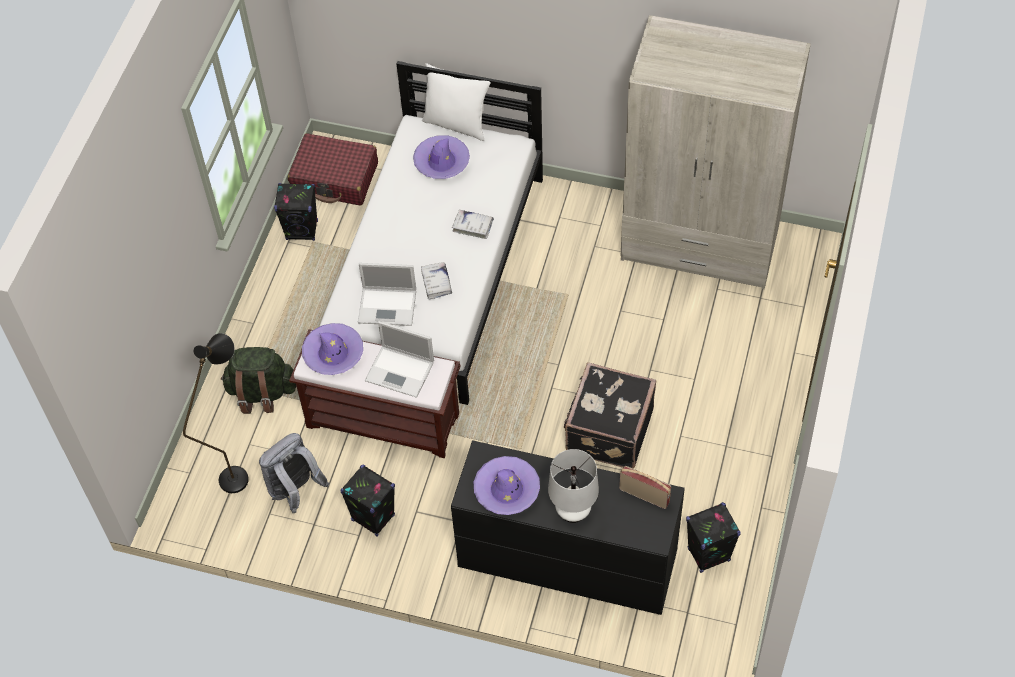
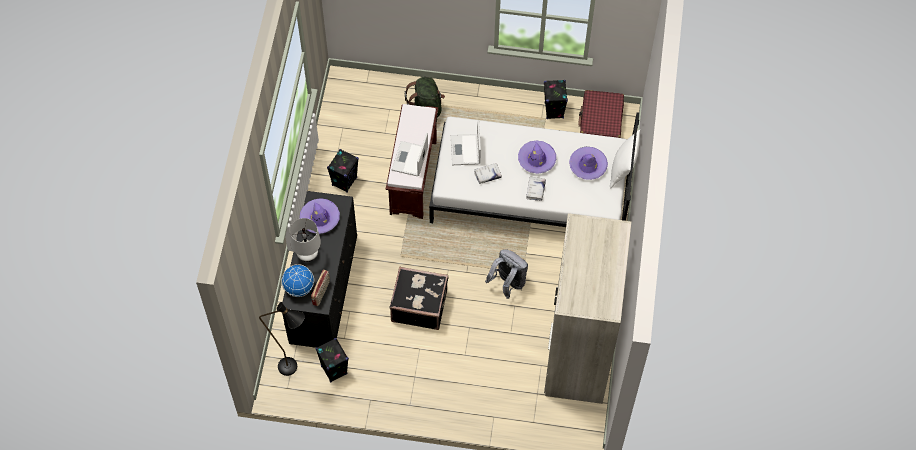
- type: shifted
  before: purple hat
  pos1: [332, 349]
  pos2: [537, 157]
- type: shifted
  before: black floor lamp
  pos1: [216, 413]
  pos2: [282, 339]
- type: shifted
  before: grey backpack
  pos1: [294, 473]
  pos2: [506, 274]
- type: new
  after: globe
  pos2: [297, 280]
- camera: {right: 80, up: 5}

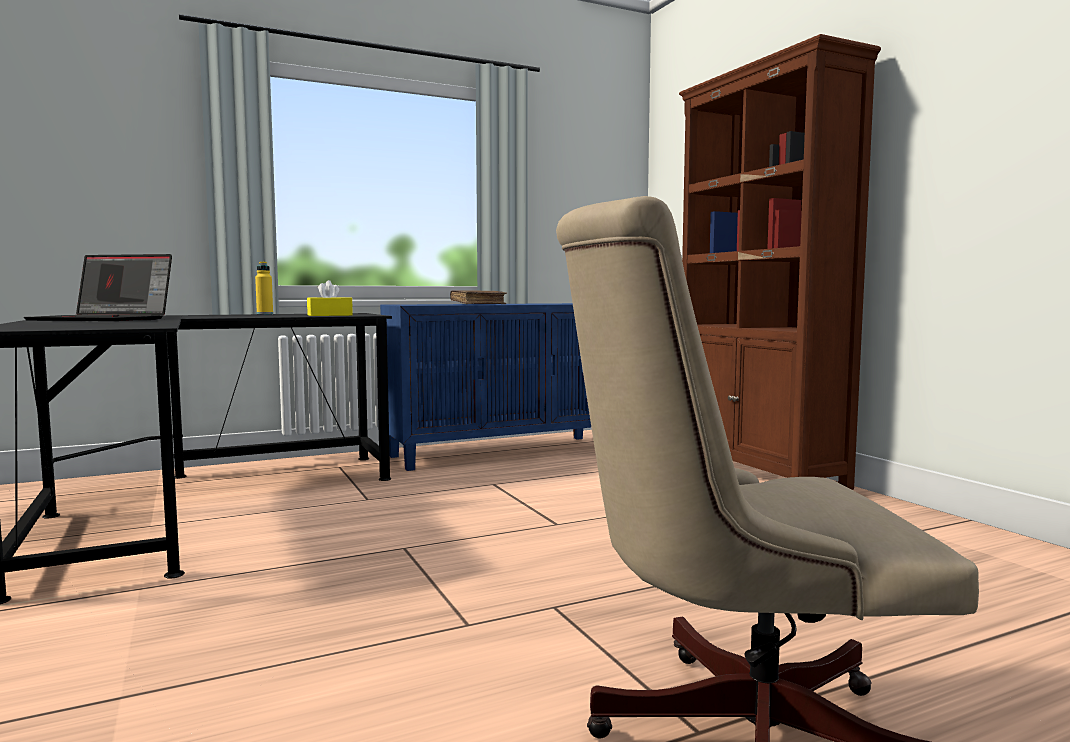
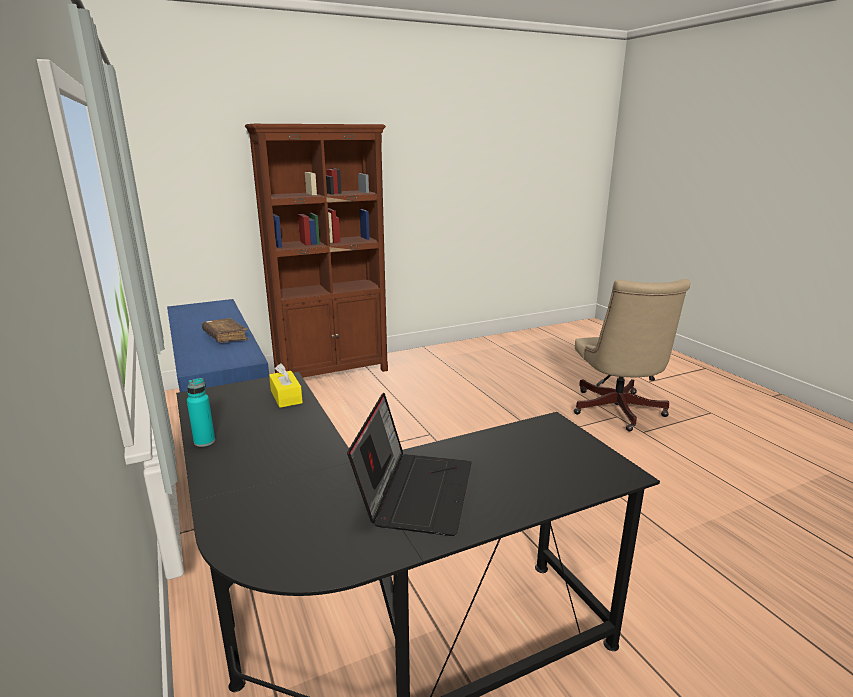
- type: repainted
  before: yellow bottle
  after: turquoise bottle
  pos1: [264, 287]
  pos2: [201, 412]
- camera: {right: -90, up: 15}

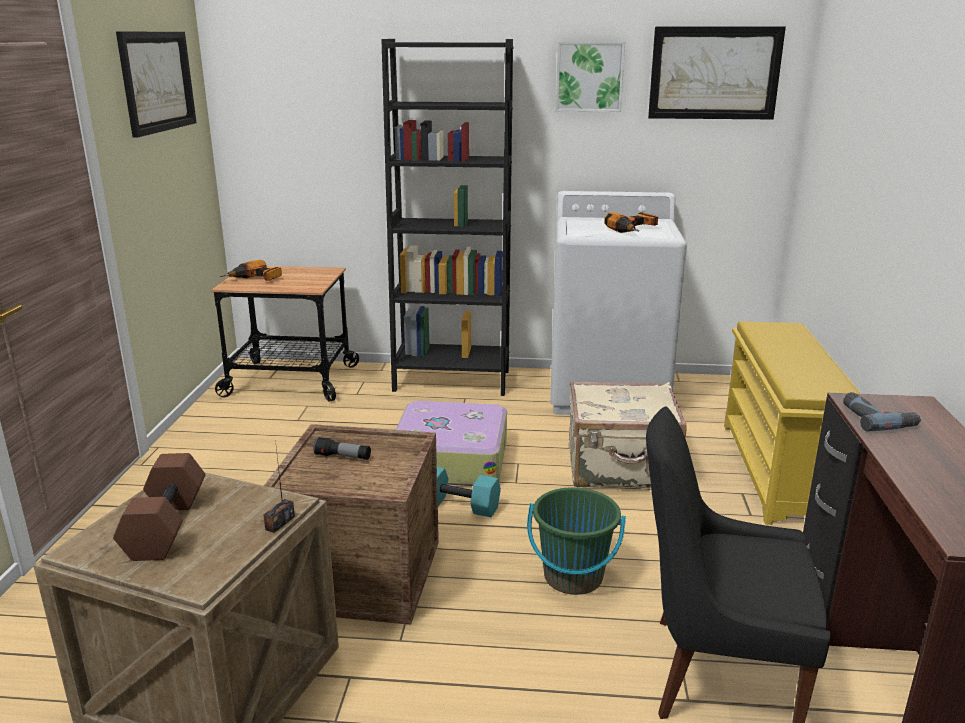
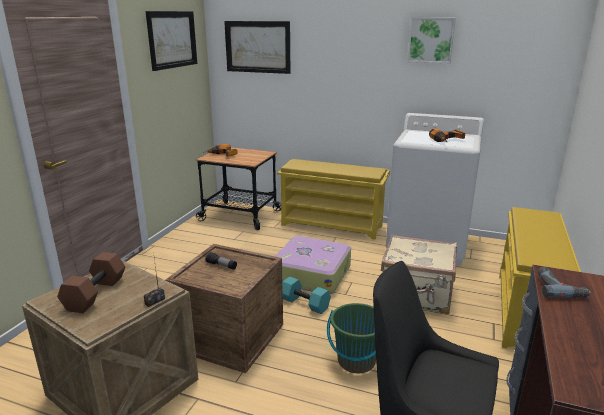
- type: shifted
  before: picture
  pos1: [717, 73]
  pos2: [257, 47]
- type: swapped
  before: black bookcase
  after: yellow shoe rack
  pos1: [448, 217]
  pos2: [333, 199]
- camera: {right: 15, up: 0}

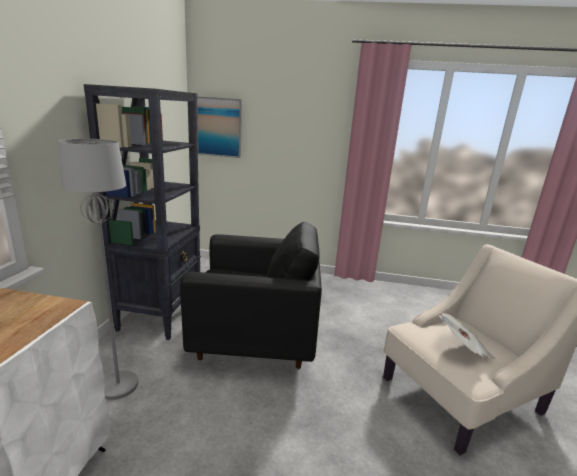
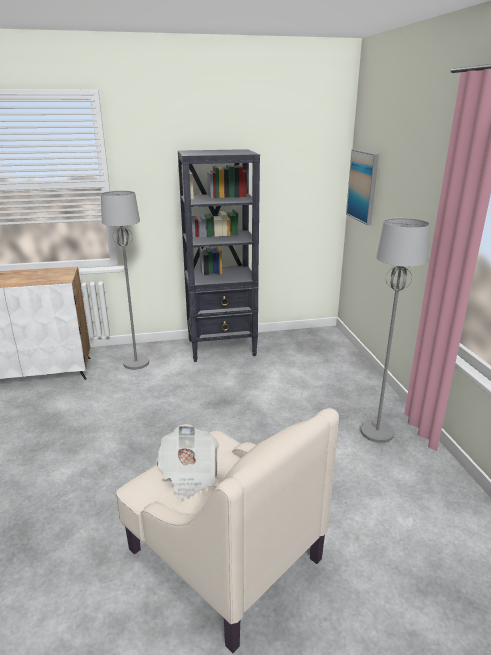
- type: gone
  before: black armchair
  pos1: [251, 295]
- type: new
  after: grey floor lamp
  pos2: [395, 330]
- camera: {right: 70, up: 5}

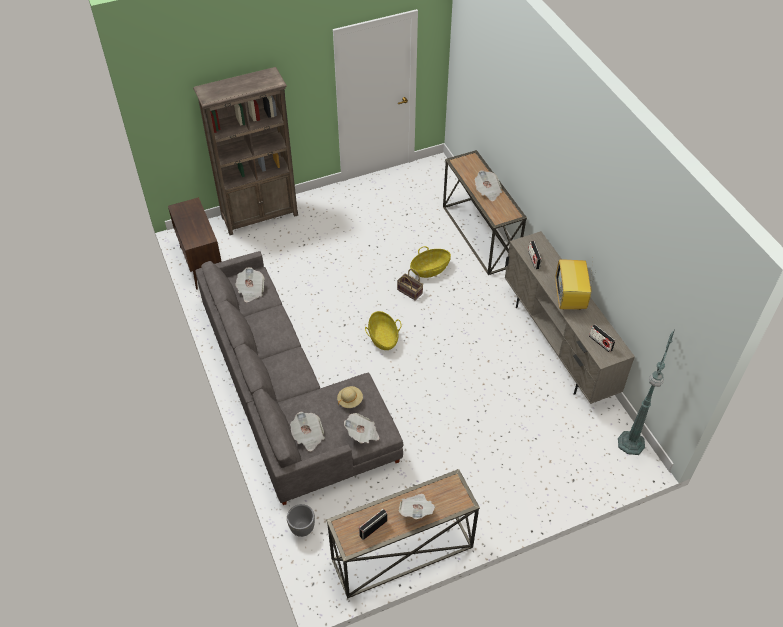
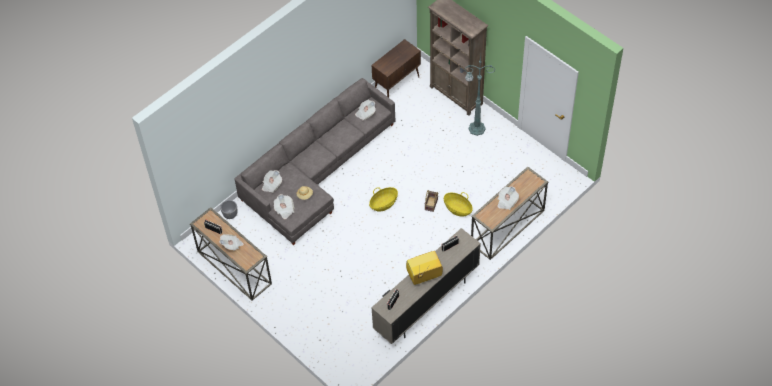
- type: shifted
  before: green floor lamp
  pos1: [646, 392]
  pos2: [480, 95]
- camera: {right: 70, up: 5}

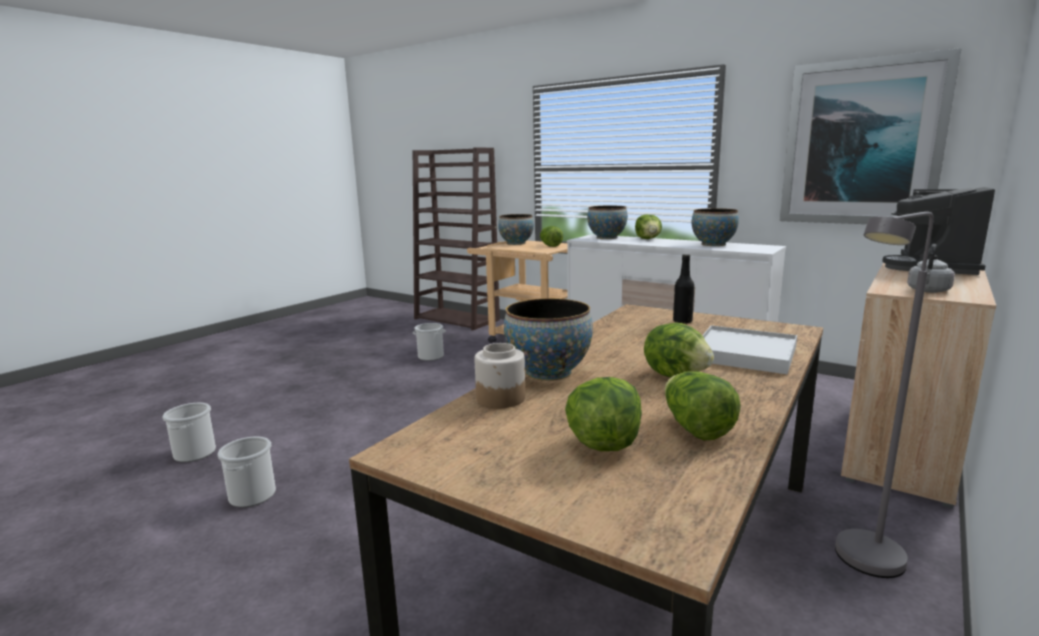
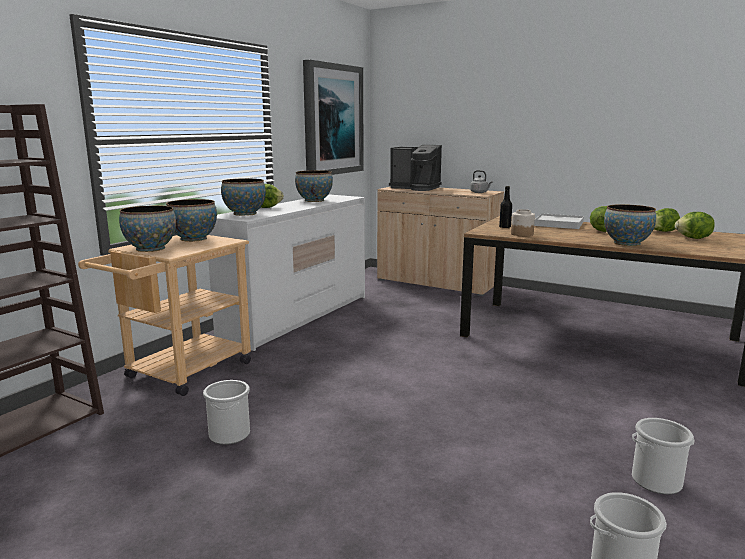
- type: gone
  before: grey floor lamp
  pos1: [884, 395]
- type: swapped
  before: lettuce
  after: bowl
  pos1: [551, 236]
  pos2: [191, 220]
- type: shifted
  before: jar
  pos1: [499, 375]
  pos2: [523, 222]
- camera: {right: -95, up: 0}

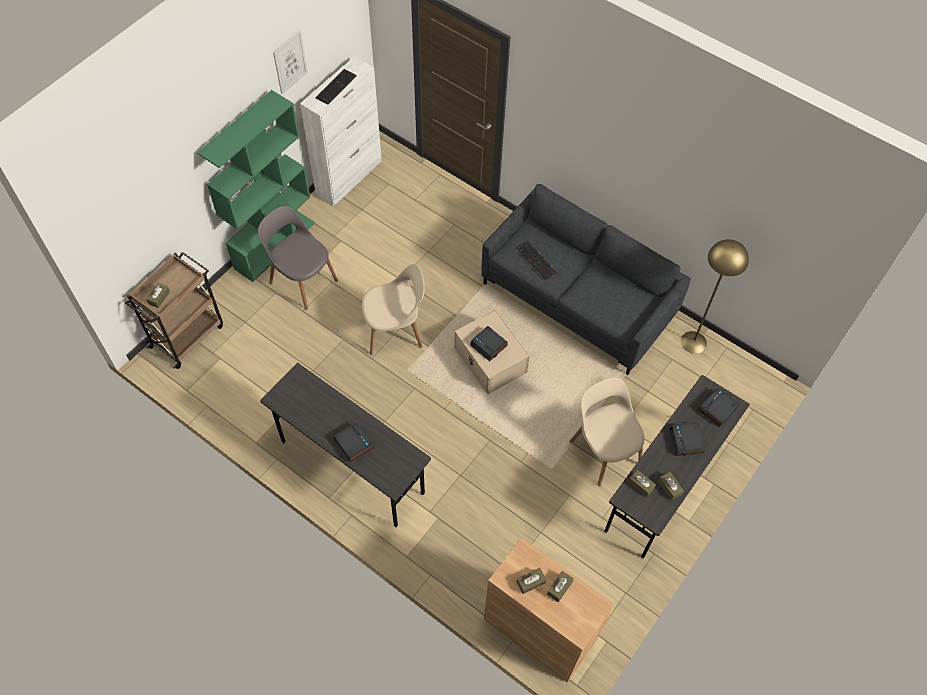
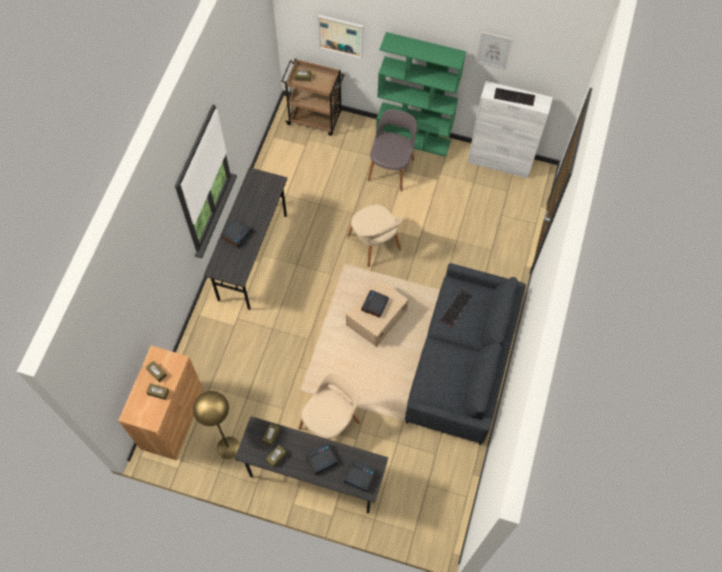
- type: shifted
  before: yellow floor lamp
  pos1: [715, 296]
  pos2: [216, 425]
- type: new
  after: picture
  pos2: [340, 37]
- camera: {right: 70, up: 5}

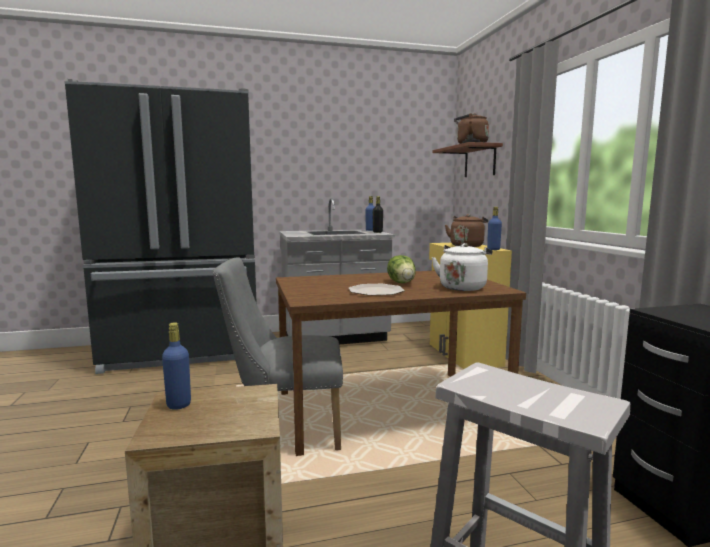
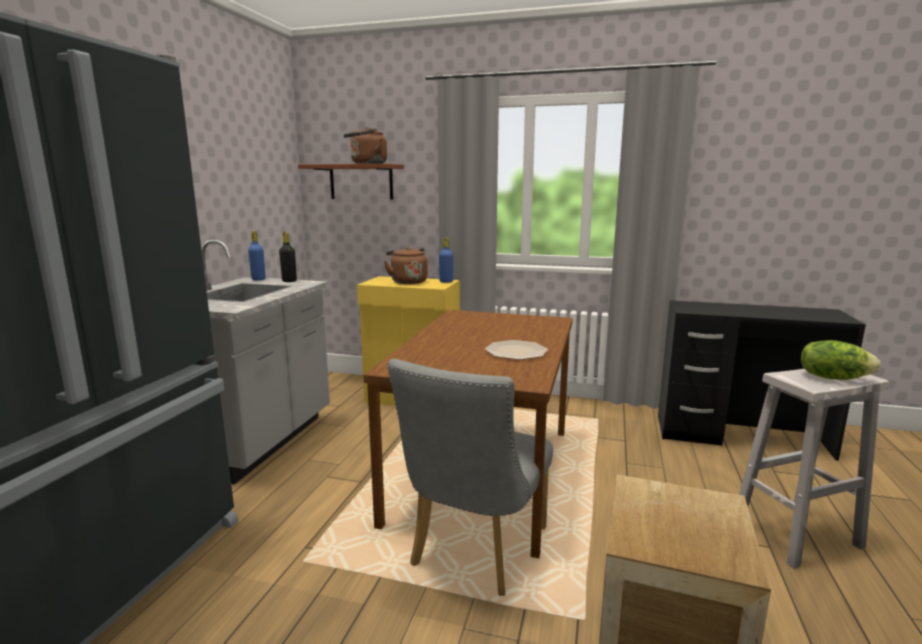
- type: gone
  before: white kettle
  pos1: [462, 267]
- type: shifted
  before: lettuce
  pos1: [401, 269]
  pos2: [840, 360]
- type: gone
  before: blue bottle
  pos1: [176, 366]
- camera: {right: -60, up: 5}

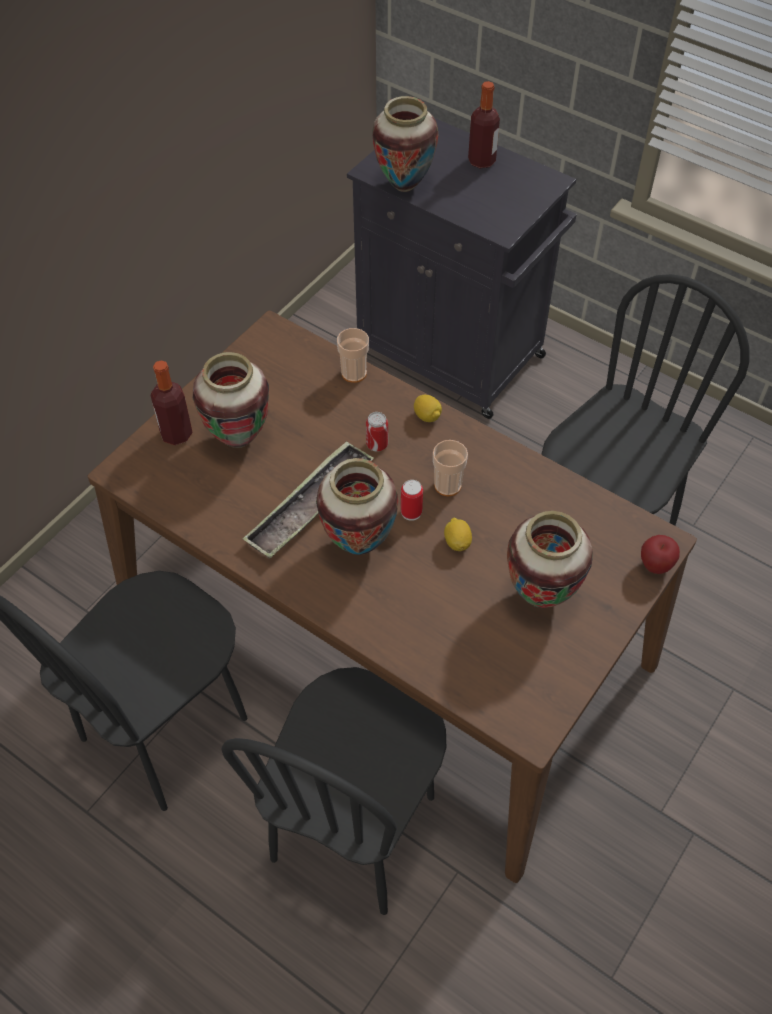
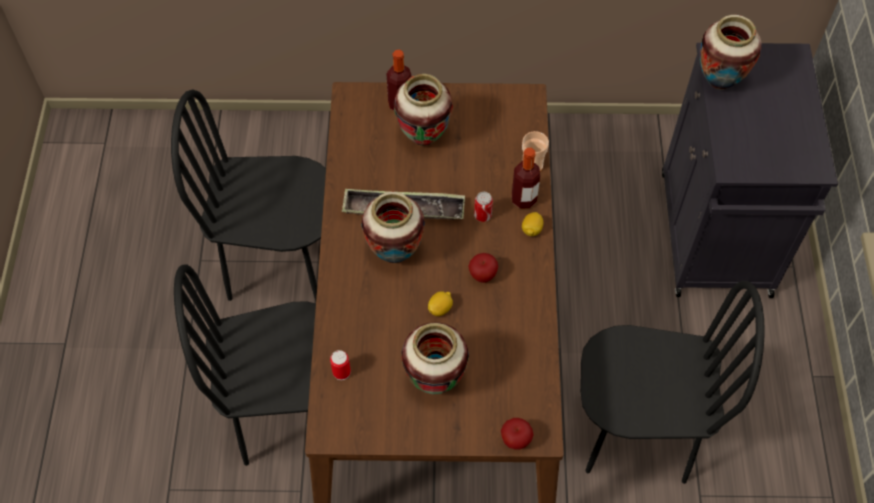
- type: shifted
  before: bottle
  pos1: [484, 124]
  pos2: [526, 178]
- type: swapped
  before: cup
  after: apple
  pos1: [450, 468]
  pos2: [483, 268]
- type: shifted
  before: can
  pos1: [412, 500]
  pos2: [340, 365]
- camera: {right: 55, up: 5}

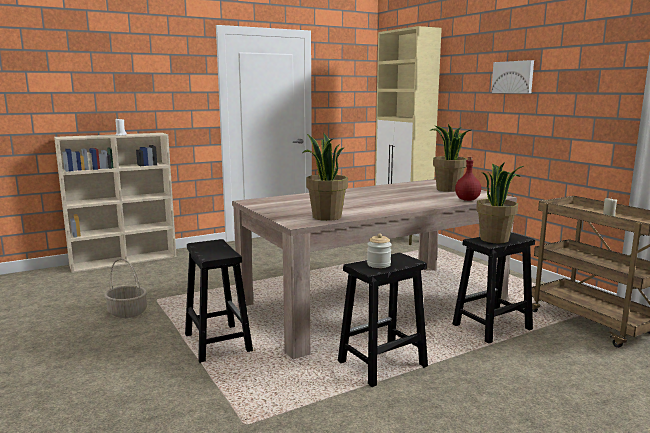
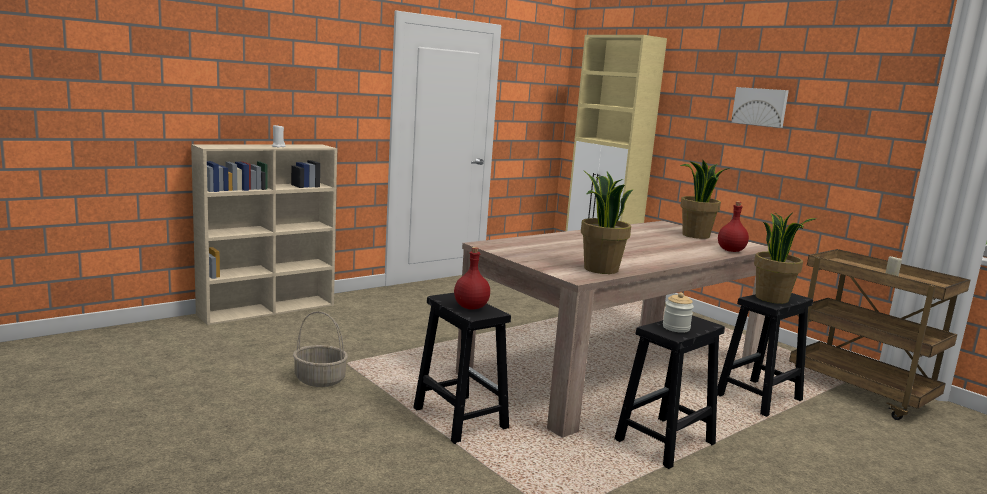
- type: new
  after: red bottle
  pos2: [472, 278]
- camera: {right: -10, up: 0}

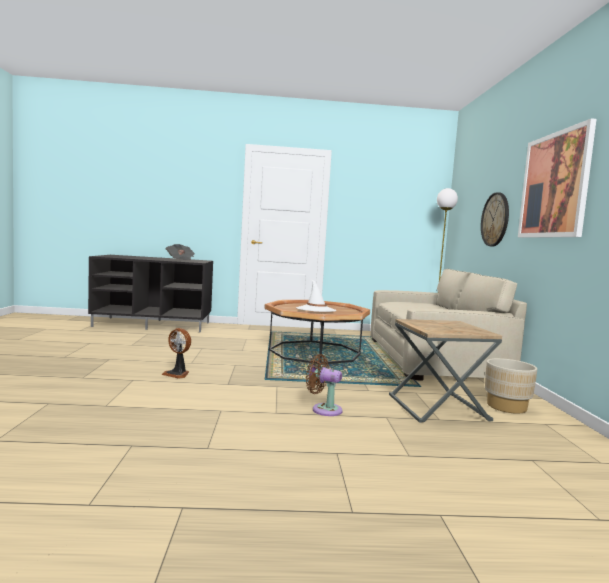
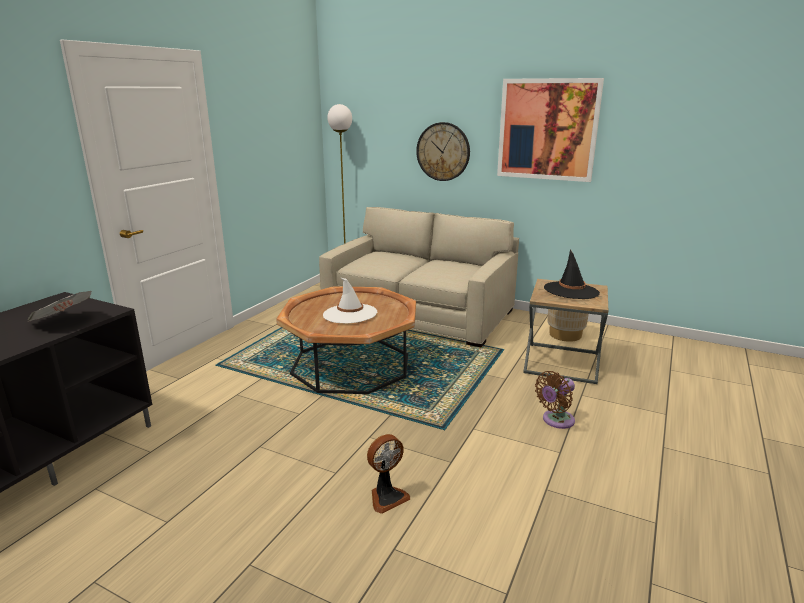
- type: new
  after: black hat
  pos2: [572, 274]
- camera: {right: -60, up: 15}

